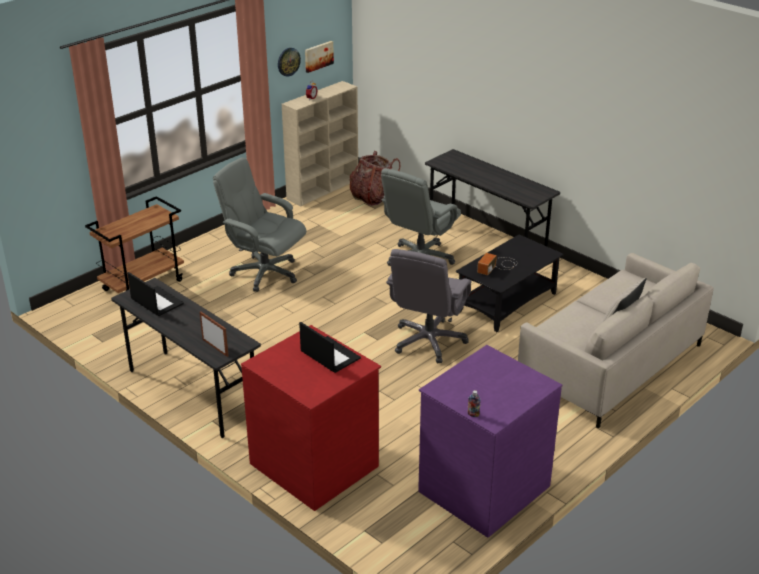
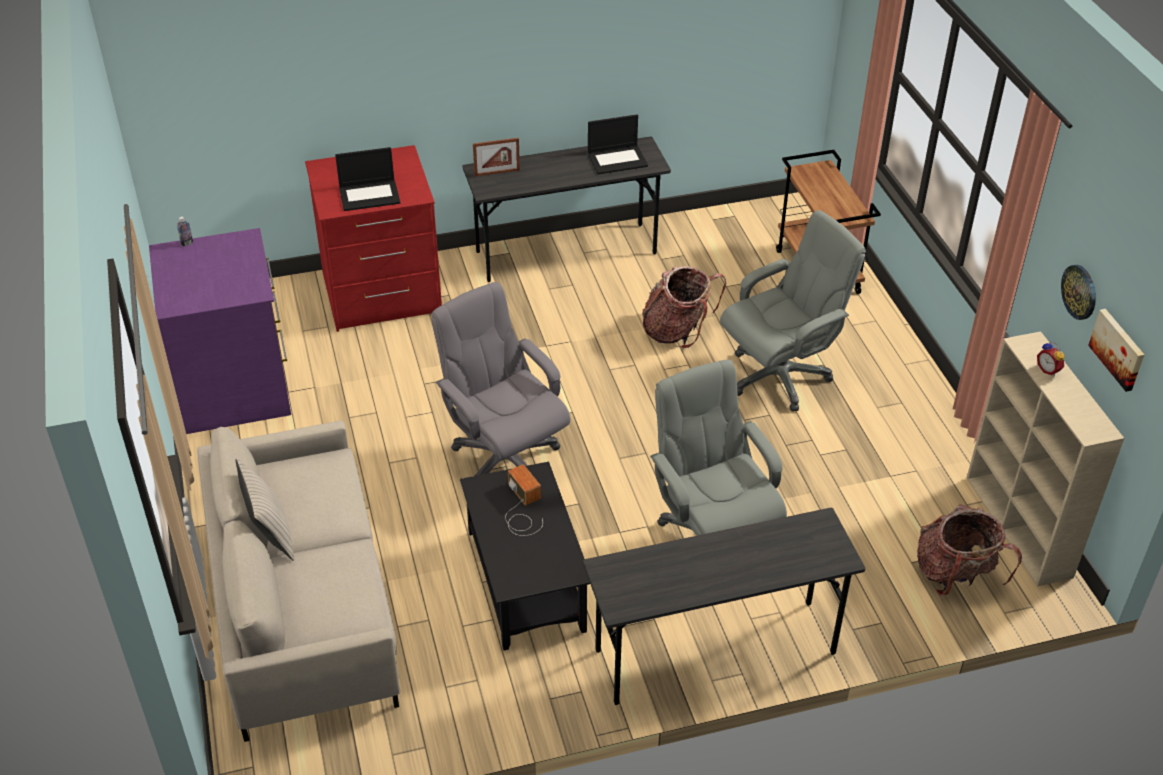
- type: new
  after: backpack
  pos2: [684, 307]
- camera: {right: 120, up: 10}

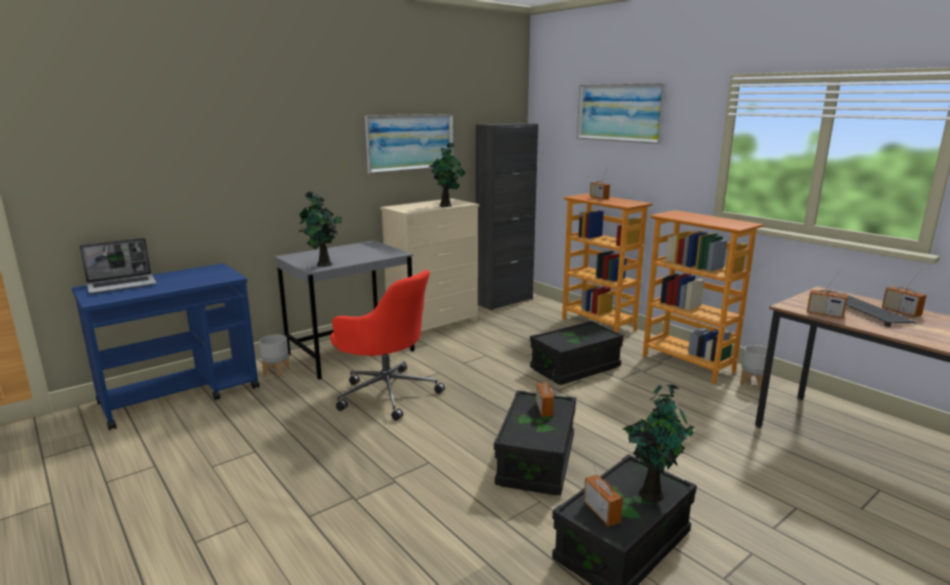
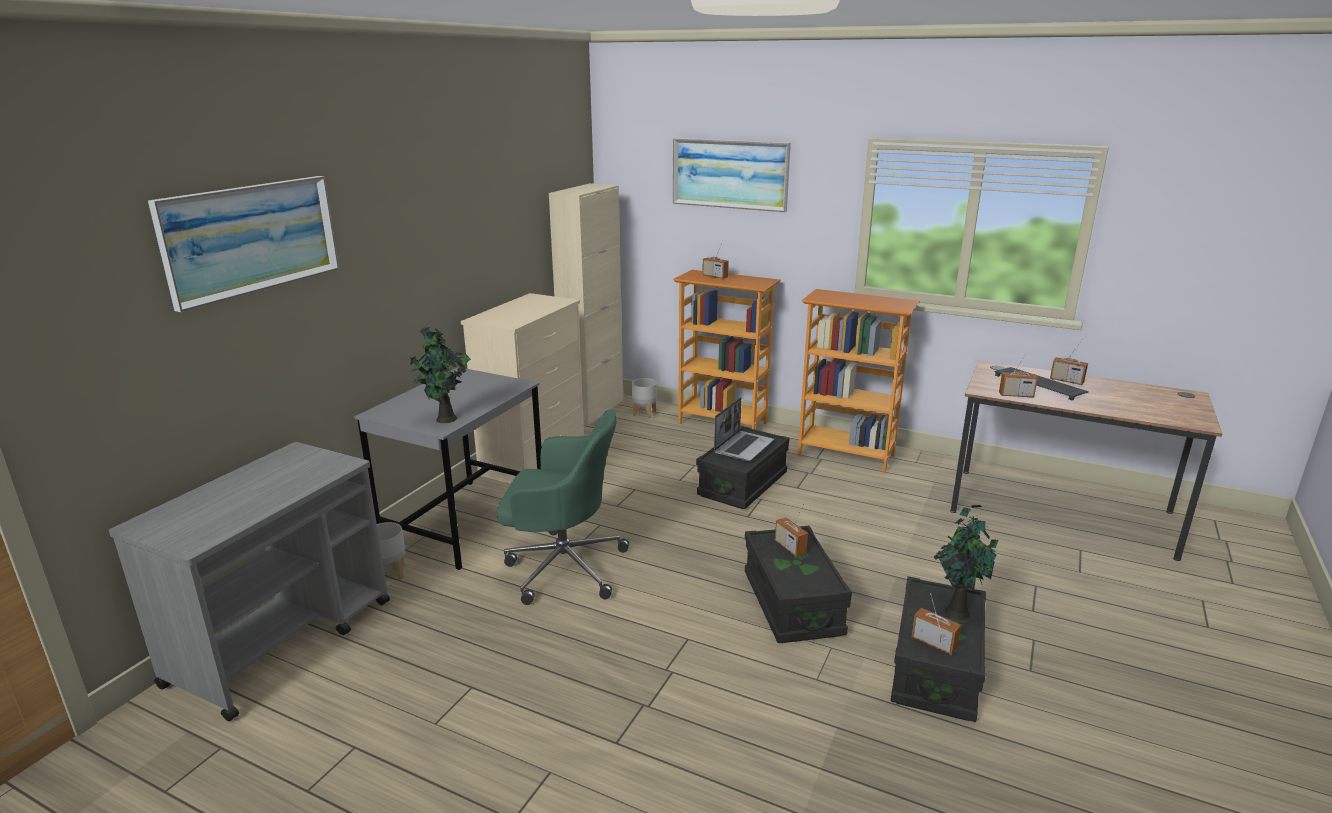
- type: shifted
  before: picture
  pos1: [409, 144]
  pos2: [243, 244]
- type: repainted
  before: black cabinet
  after: beige cabinet
  pos1: [507, 216]
  pos2: [586, 304]
- type: gone
  before: potted plant
  pos1: [447, 175]
- type: shifted
  before: laptop
  pos1: [118, 266]
  pos2: [744, 429]
- type: repainted
  before: blue cart
  after: grey cart
  pos1: [166, 347]
  pos2: [249, 582]
- type: repainted
  before: red office chair
  after: green office chair
  pos1: [387, 345]
  pos2: [563, 507]
- type: shifted
  before: grey planter
  pos1: [757, 367]
  pos2: [644, 398]
- camera: {right: -25, up: 5}

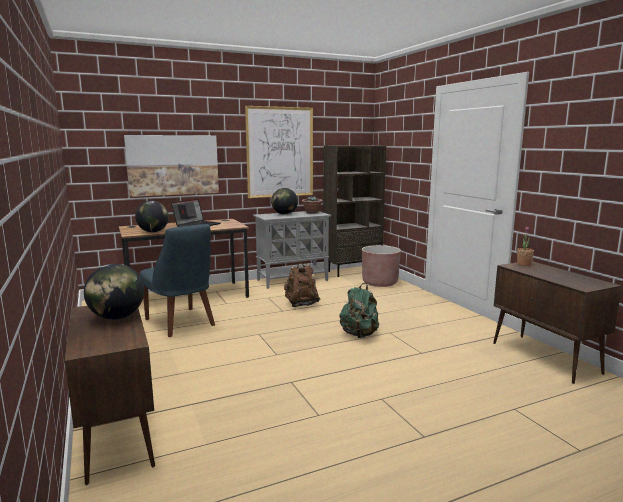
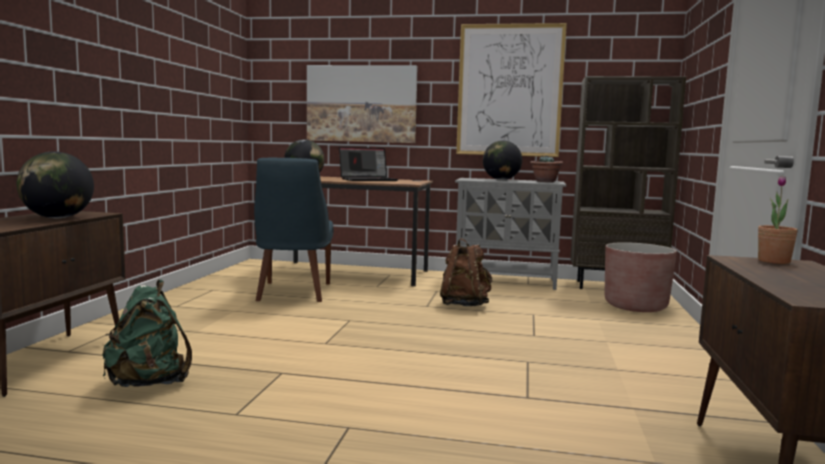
- type: shifted
  before: green backpack
  pos1: [359, 310]
  pos2: [147, 333]
- camera: {right: 35, up: -5}

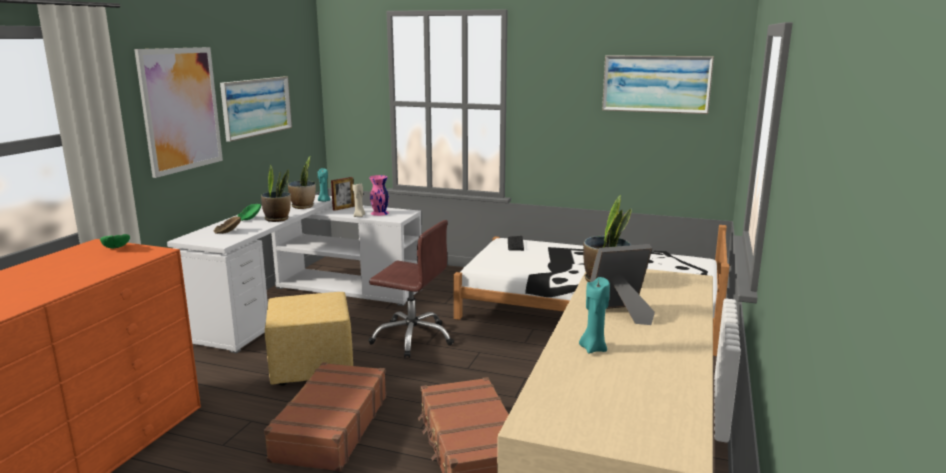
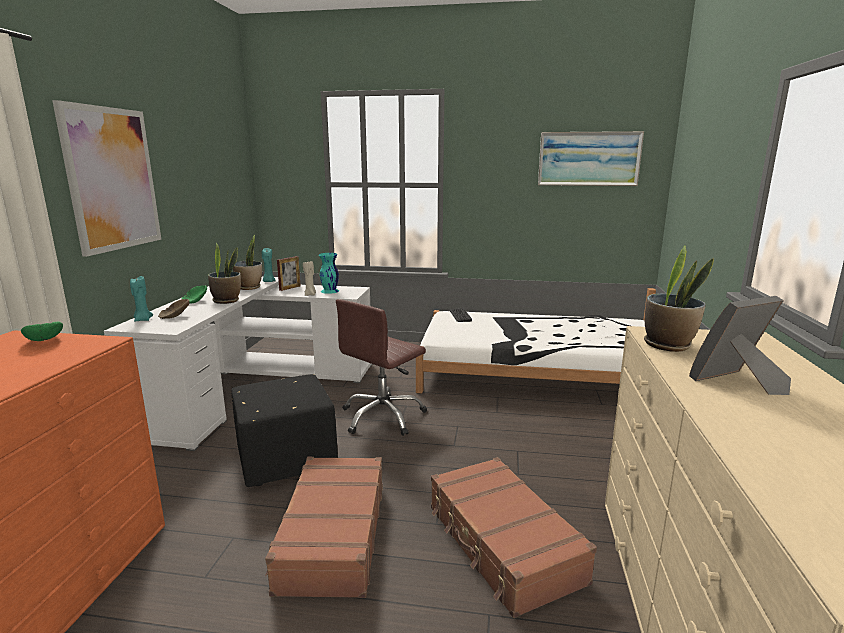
- type: gone
  before: picture
  pos1: [256, 109]
- type: repainted
  before: pink vase
  after: turquoise vase
  pos1: [379, 195]
  pos2: [329, 273]
- type: rotated
  before: brown office chair
  pos1: [411, 289]
  pos2: [381, 367]
  turn: 120
- type: shifted
  before: turquoise candle
  pos1: [594, 315]
  pos2: [141, 299]
- type: repainted
  before: yellow ottoman
  after: black ottoman
  pos1: [309, 339]
  pos2: [285, 430]
- camera: {right: -10, up: 0}

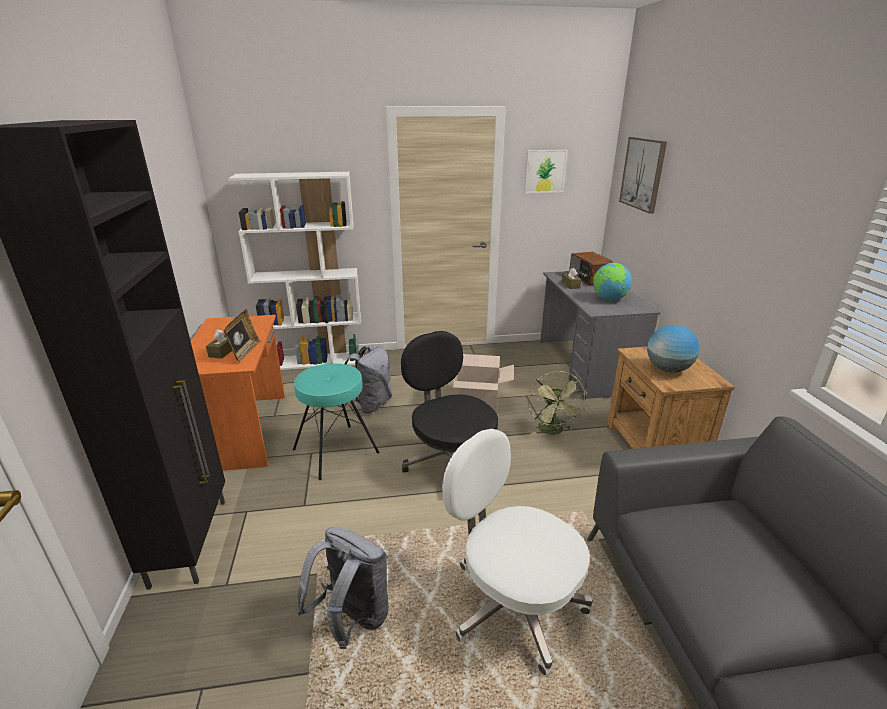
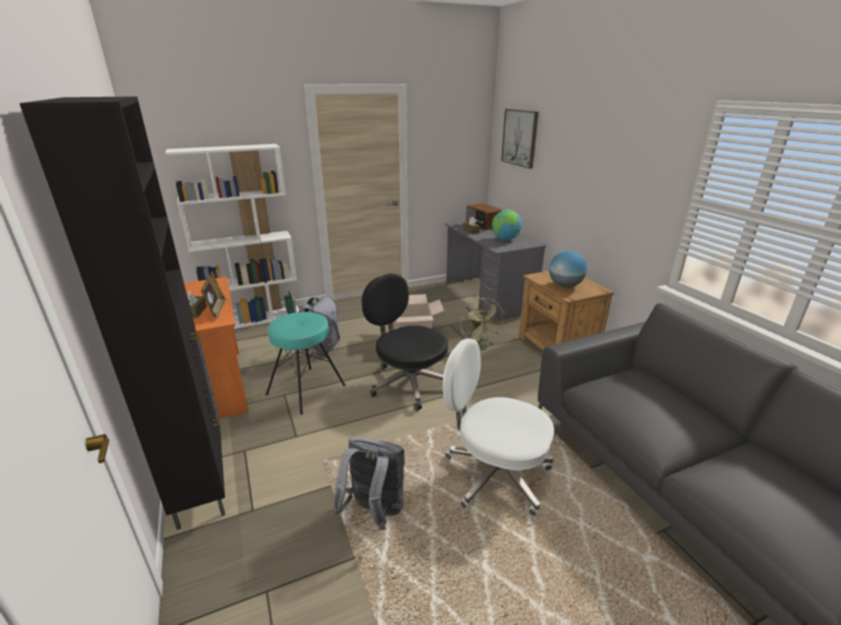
- type: gone
  before: picture
  pos1: [546, 171]
- camera: {right: -15, up: 0}

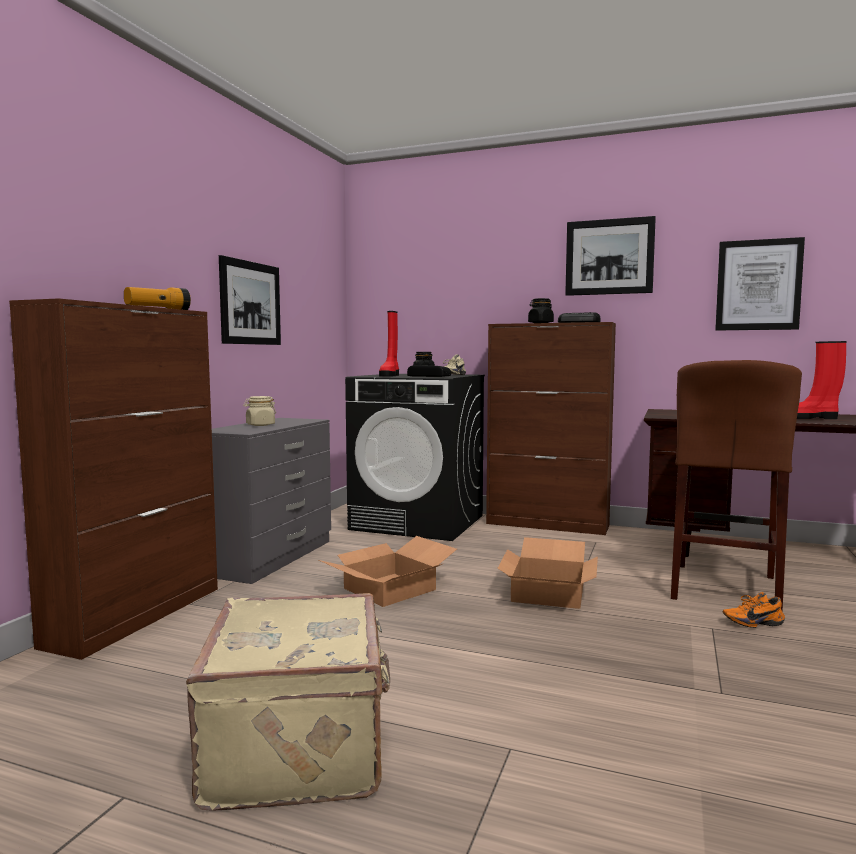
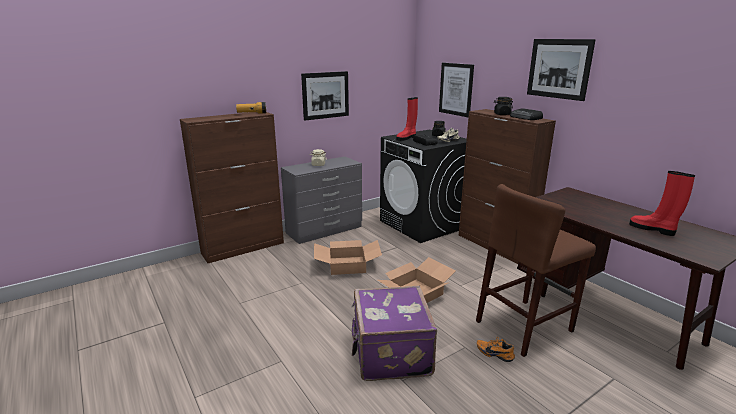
- type: shifted
  before: picture
  pos1: [760, 284]
  pos2: [456, 90]
- type: gone
  before: beige suitcase
  pos1: [288, 702]
- type: new
  after: purple suitcase
  pos2: [394, 333]
- camera: {right: 35, up: 15}

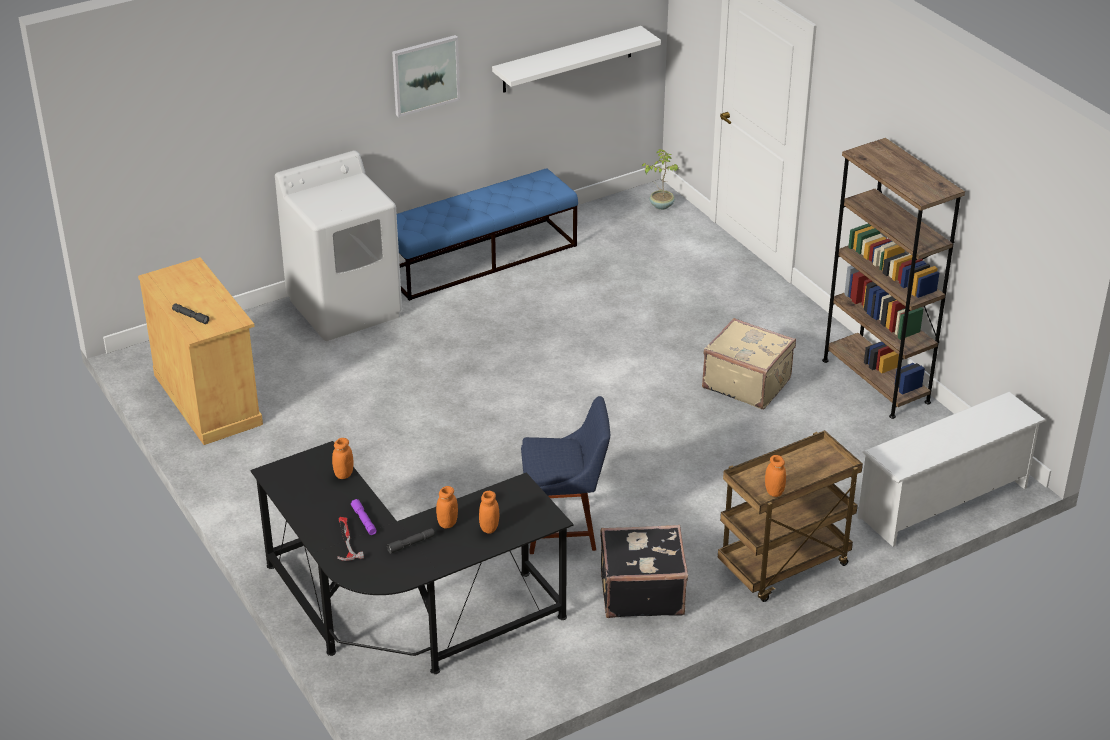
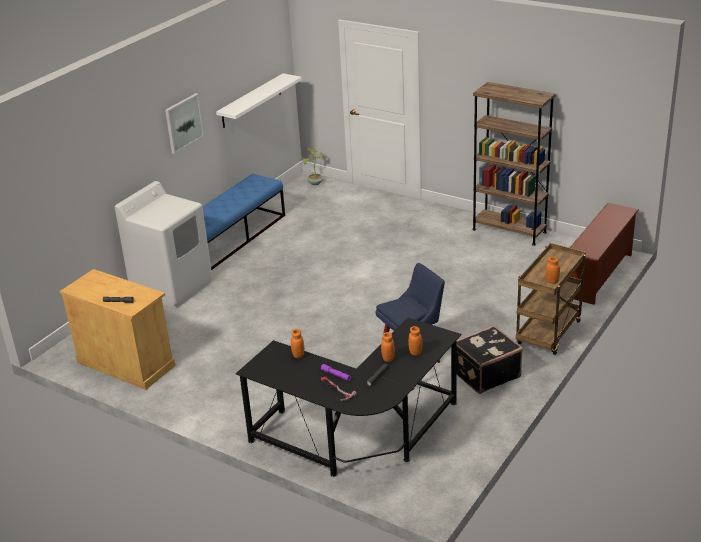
- type: gone
  before: beige suitcase
  pos1: [749, 363]
- type: repainted
  before: white shoe rack
  after: brown shoe rack
  pos1: [952, 469]
  pos2: [604, 254]
- camera: {right: -25, up: -5}

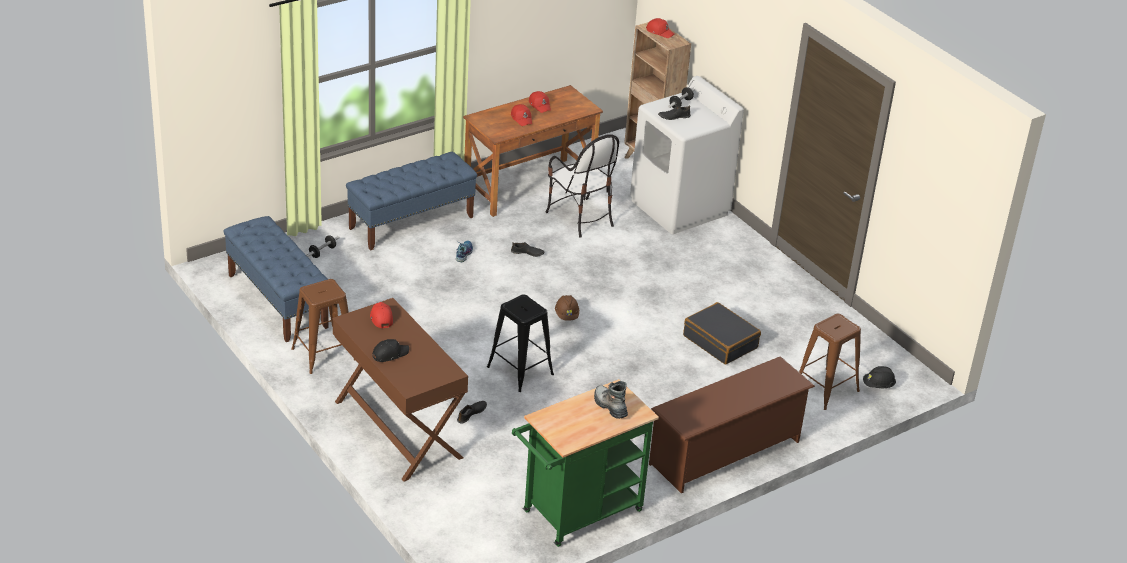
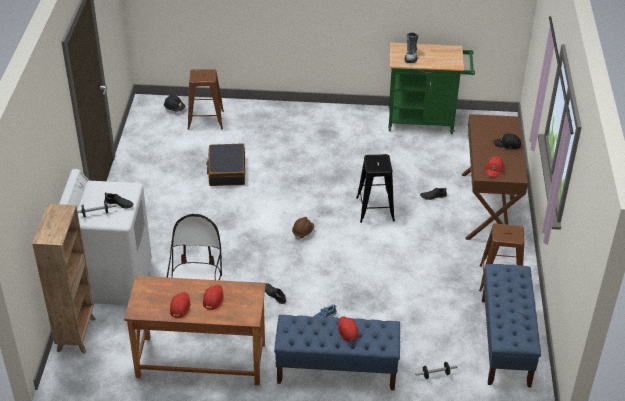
- type: shifted
  before: red cap
  pos1: [660, 28]
  pos2: [348, 329]
- type: gone
  before: brown shoe rack
  pos1: [732, 424]
- camera: {right: -140, up: 5}

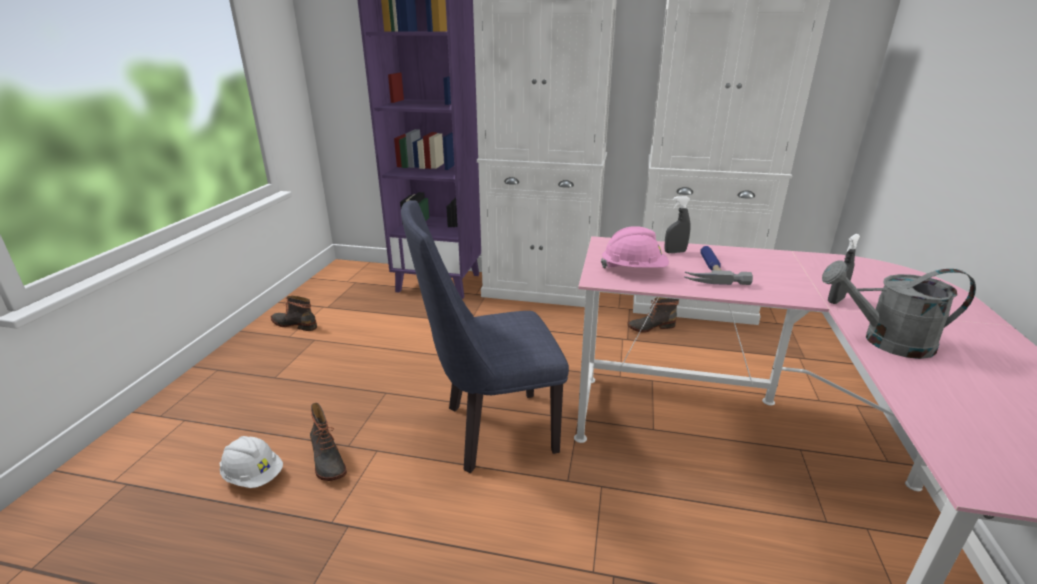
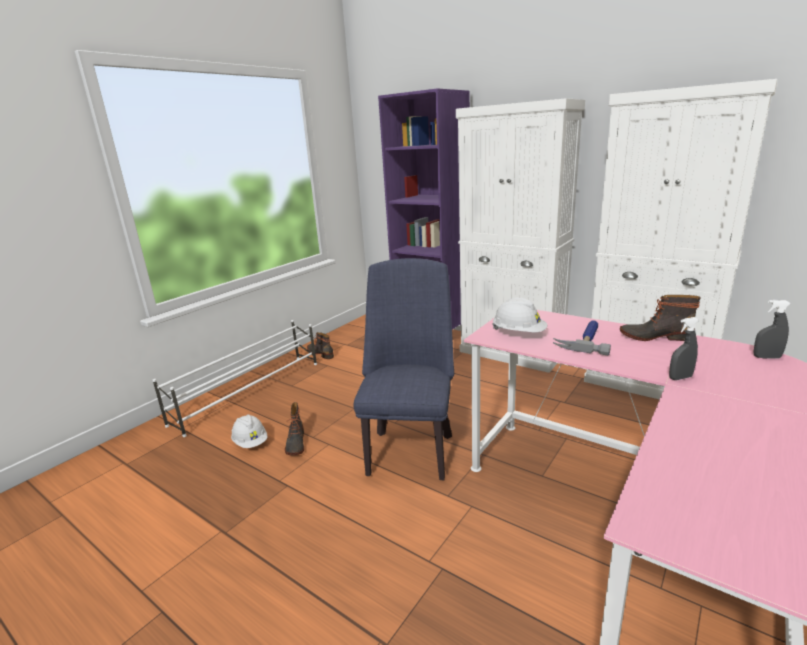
- type: shifted
  before: grey spray bottle
  pos1: [677, 224]
  pos2: [772, 329]
- type: rotated
  before: blue chair
  pos1: [485, 336]
  pos2: [403, 369]
  turn: 90
- type: repainted
  before: pink hard hat
  after: white hard hat
  pos1: [635, 247]
  pos2: [519, 315]
- type: gone
  before: grey watering can
  pos1: [899, 309]
- type: shifted
  before: boot
  pos1: [653, 315]
  pos2: [660, 318]
- type: new
  after: white shoe rack
  pos2: [234, 378]
- camera: {right: 25, up: -5}

